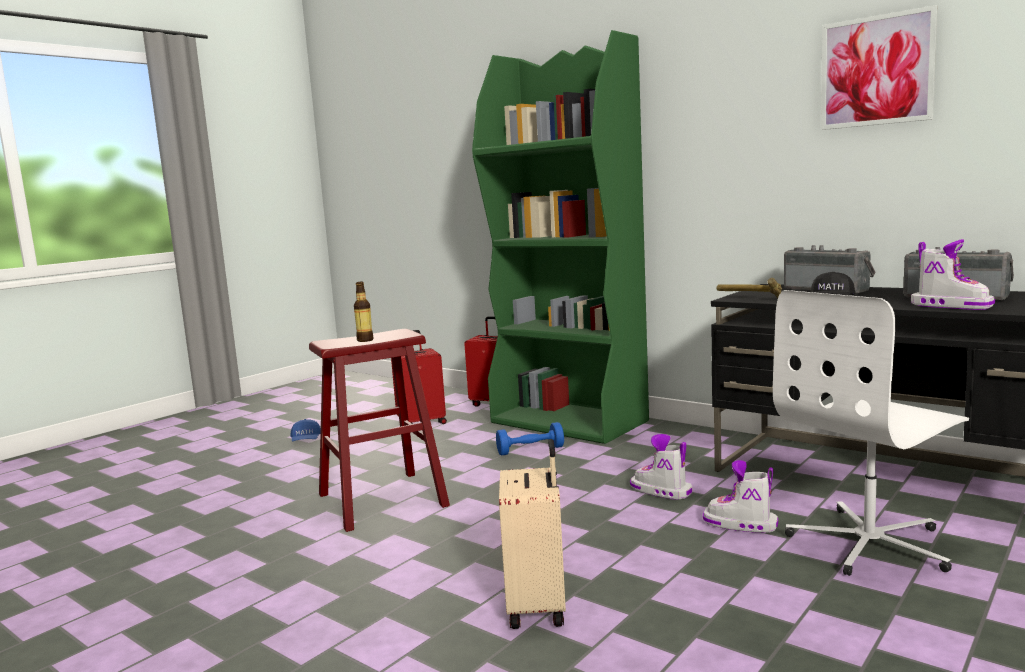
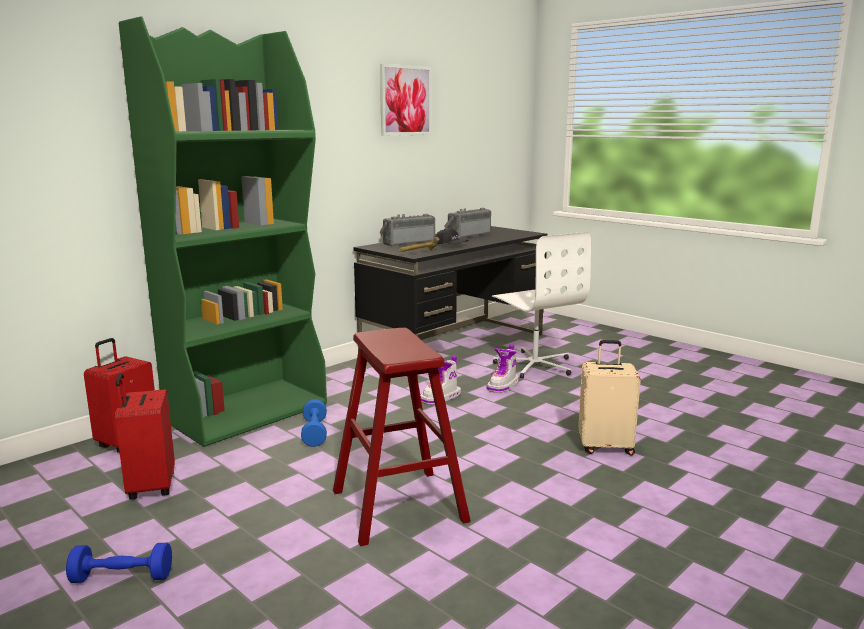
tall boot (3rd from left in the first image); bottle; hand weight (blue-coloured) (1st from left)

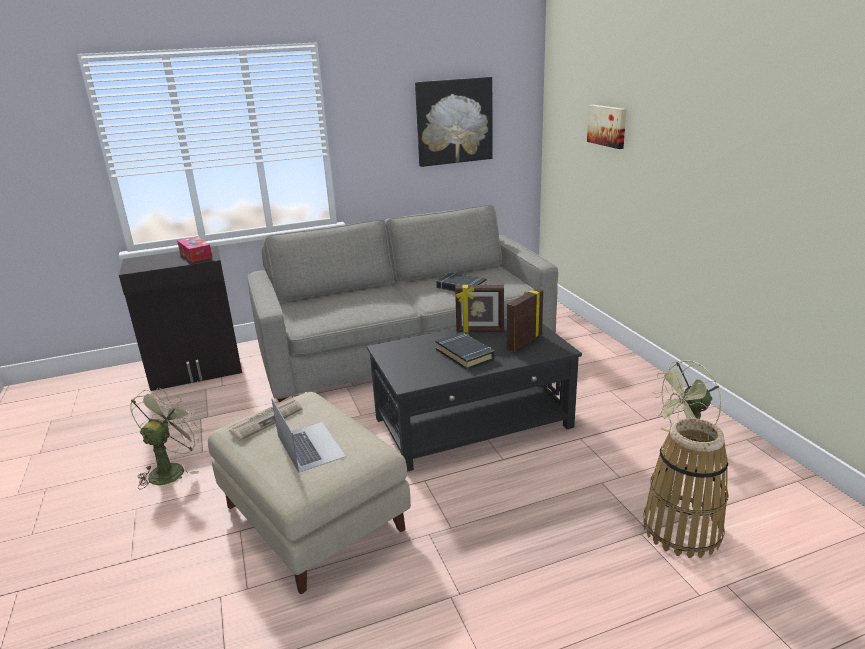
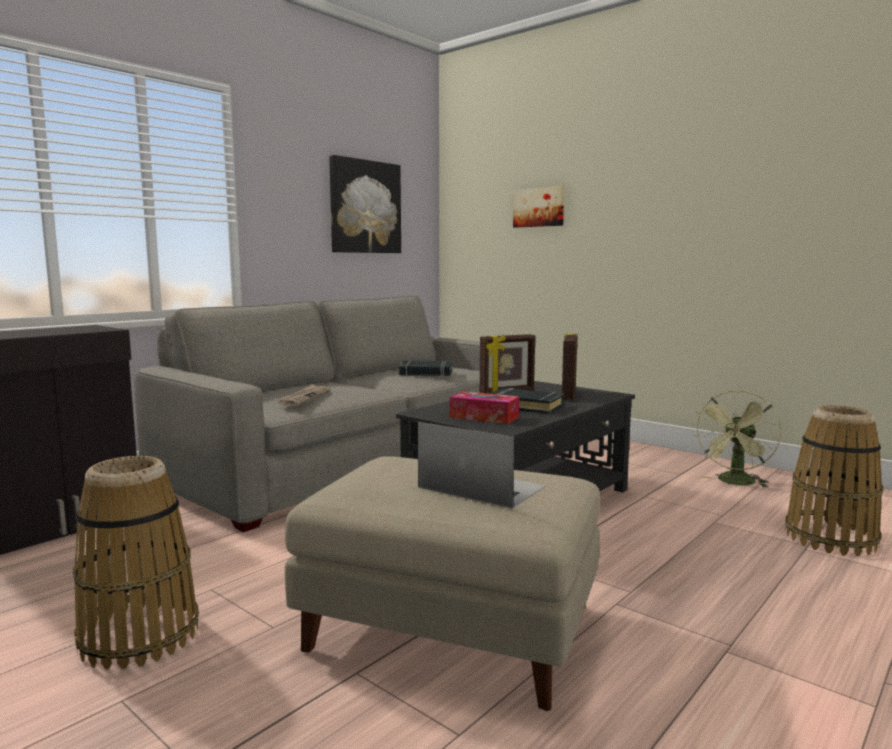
tissue box; basket (1st from left); printed paper

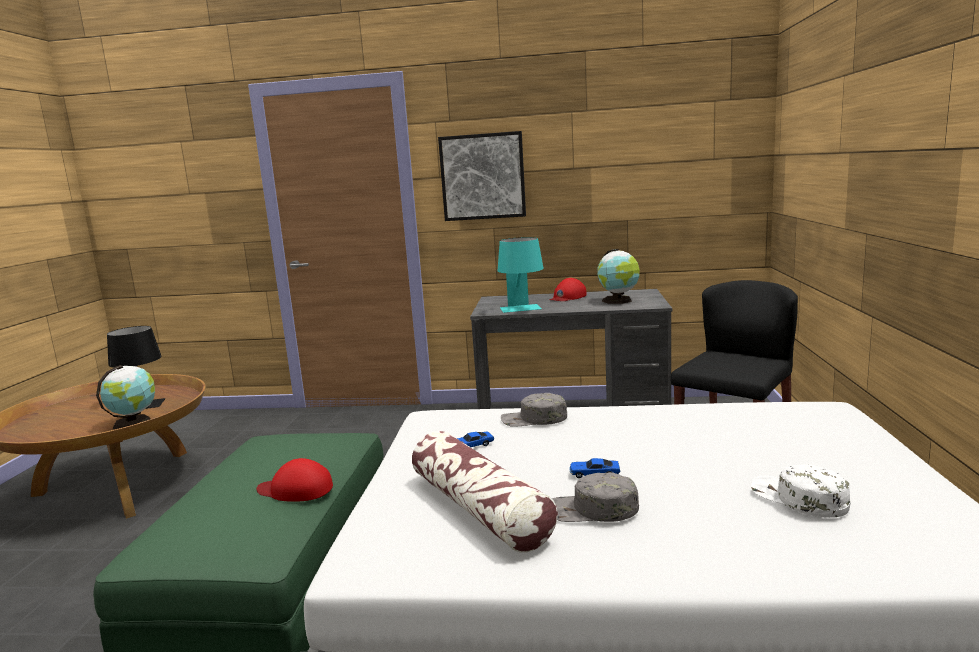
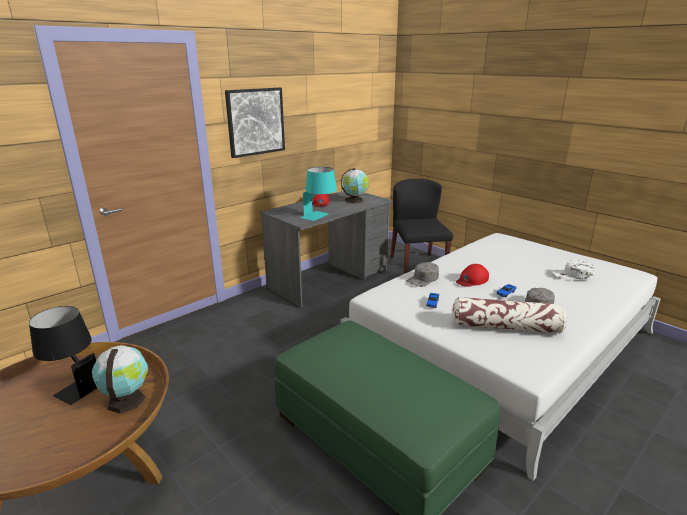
cap (red-coloured) (2nd from left)

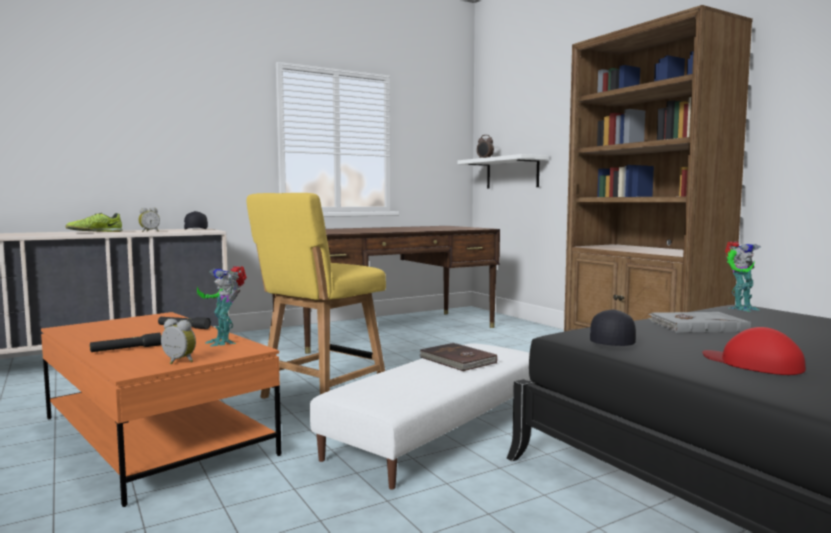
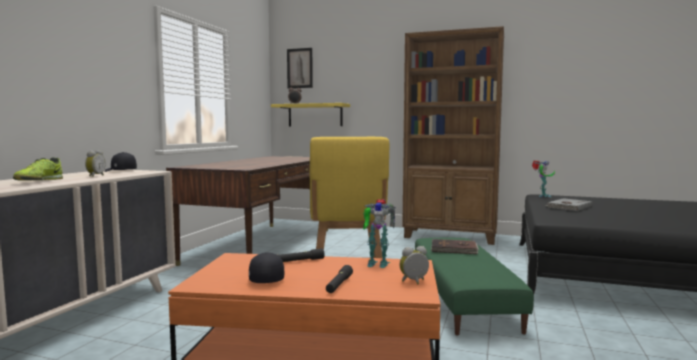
shelf (yellow); cap (black-coloured) (2nd from left); cap (red-coloured); ottoman (green-coloured); wall picture

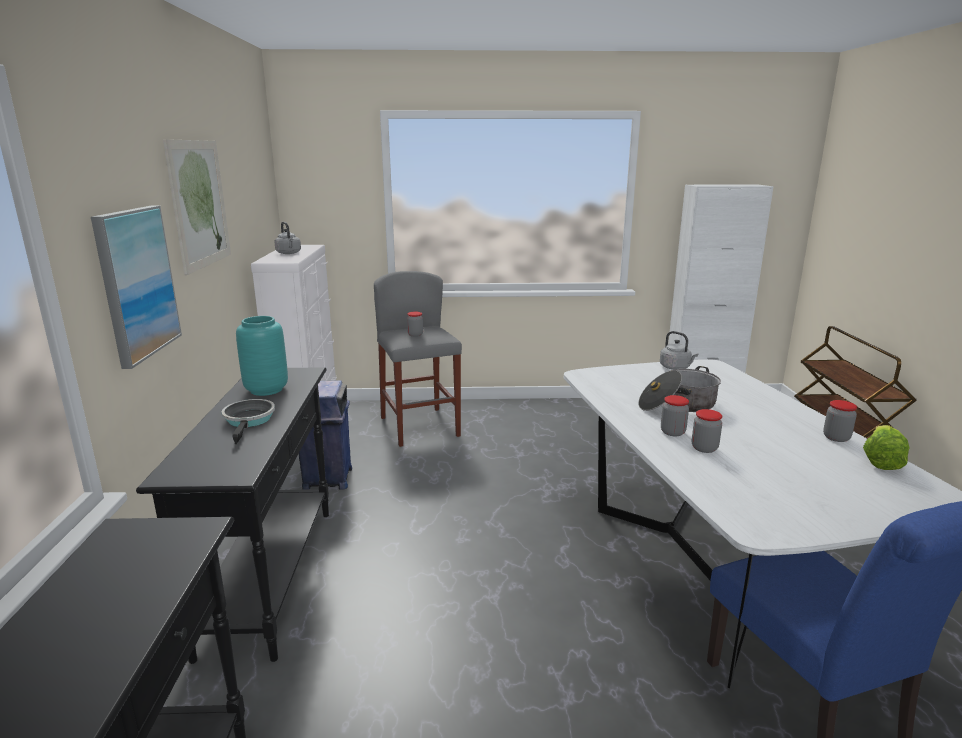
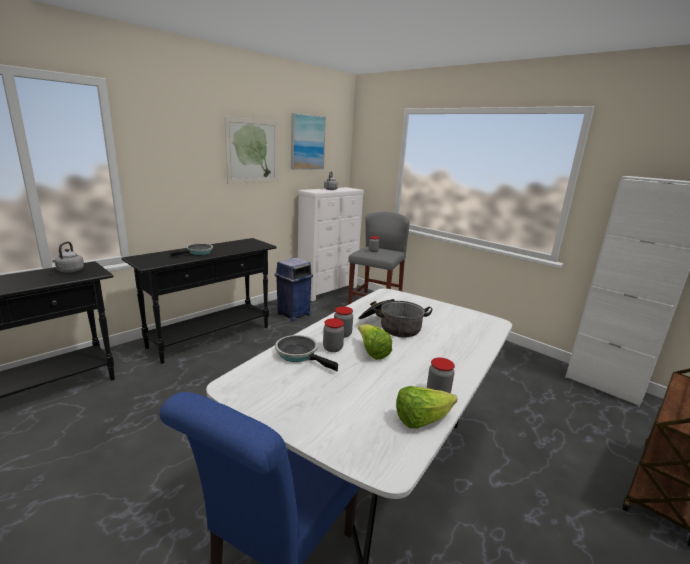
wall picture (2nd from left); vase (blue-green); water kettle (greyish) (1st from left); head of lettuce (1st from left); skillet (2nd from left)

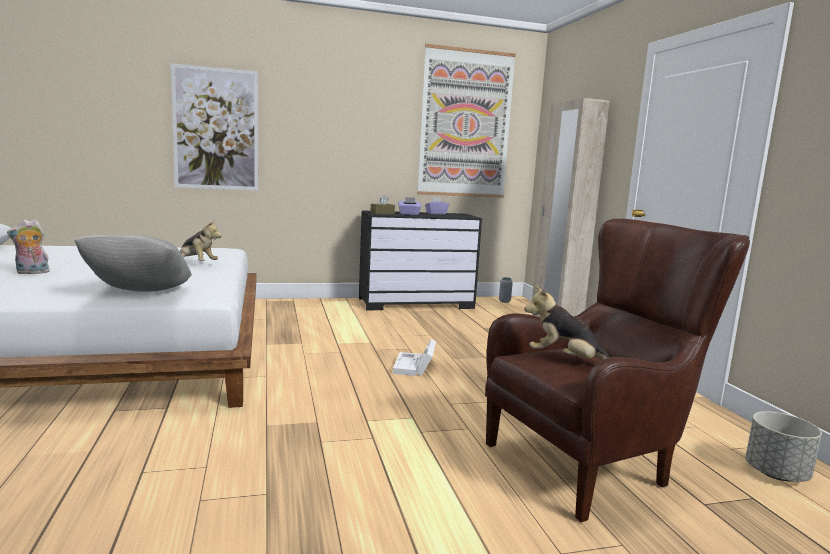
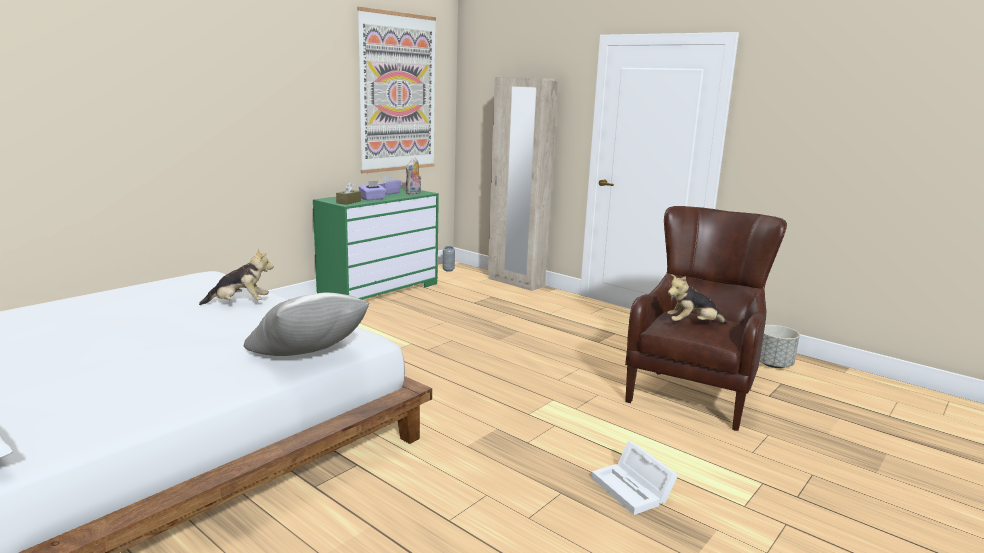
wall picture (1st from left in the first image); dresser (green-coloured); plush toy (2nd from left); storage box (whitish)

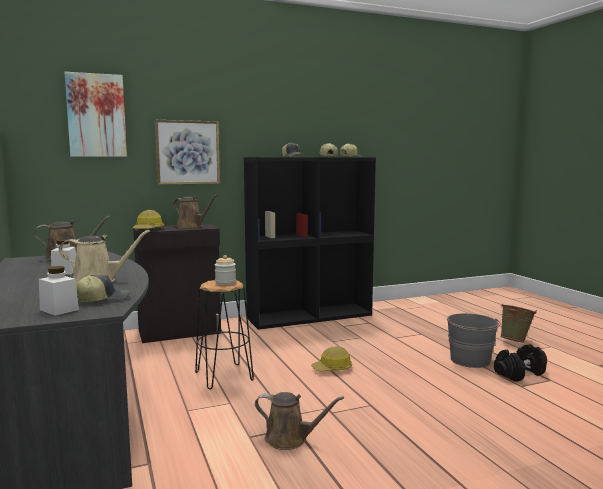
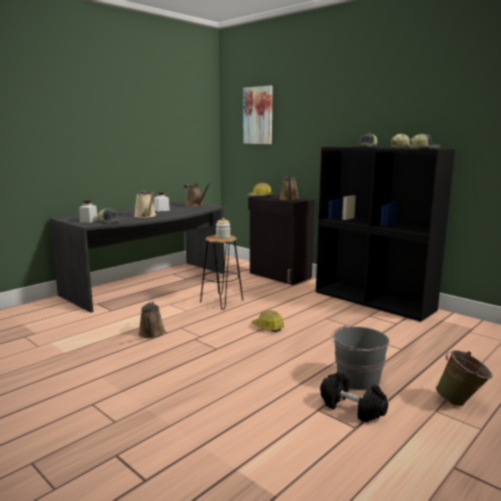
wall picture (2nd from left in the first image)

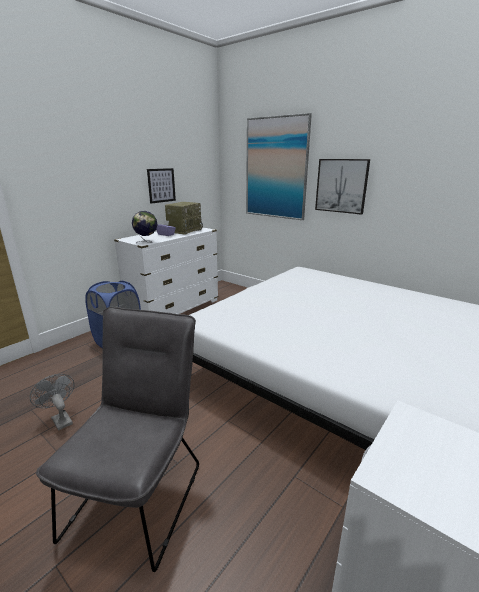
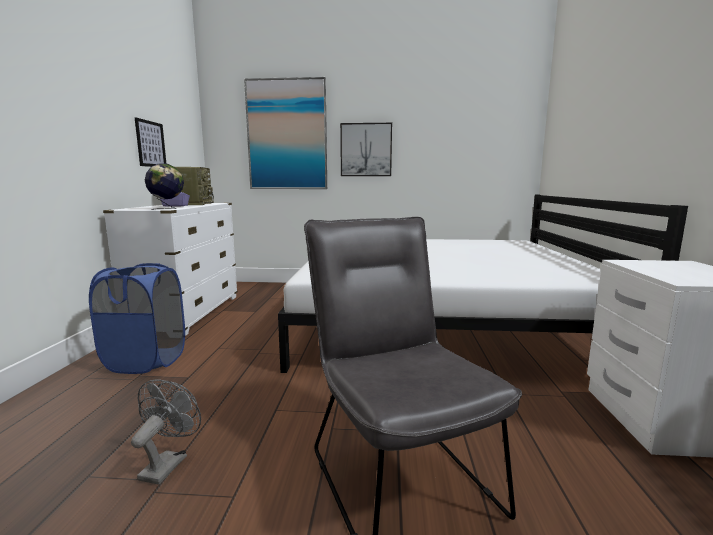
fan (greyish)

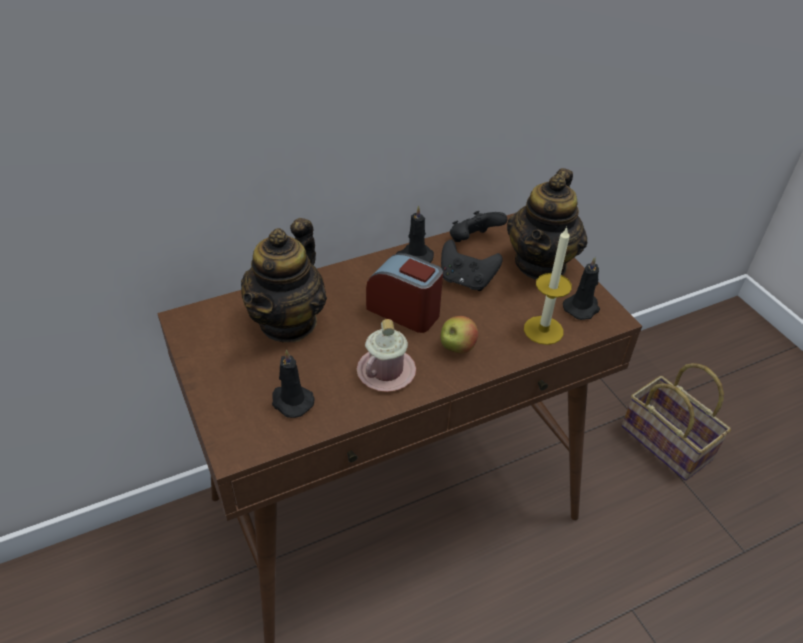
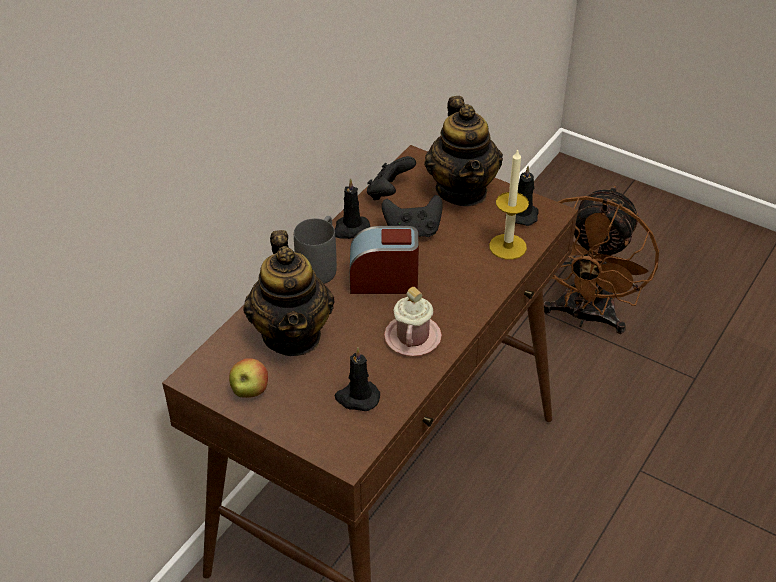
apple; fan (brownish); tea mug (greyish)

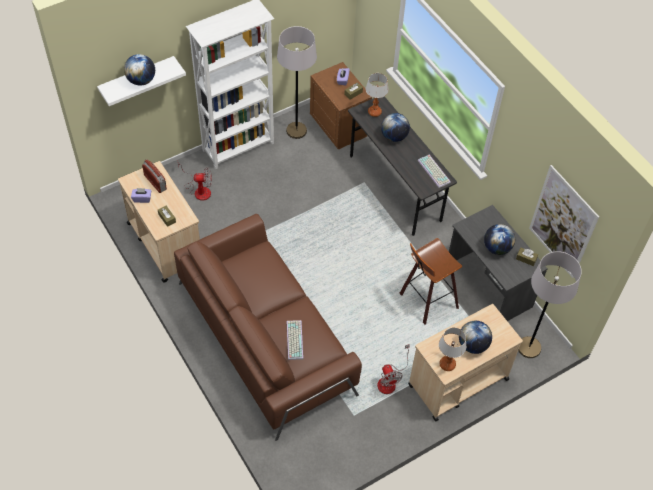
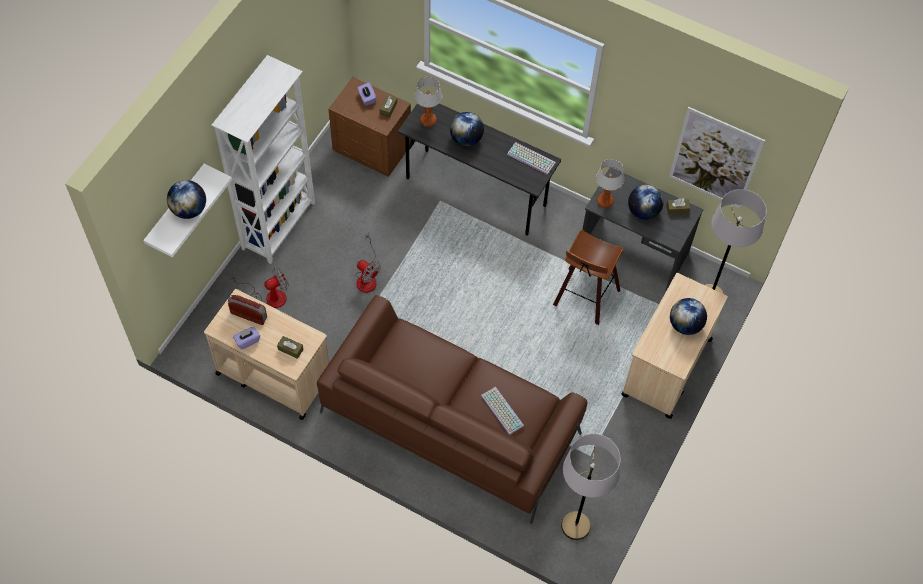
standing lamp (greyish) (1st from left); lamp for a table (2nd from left); fan (2nd from left)

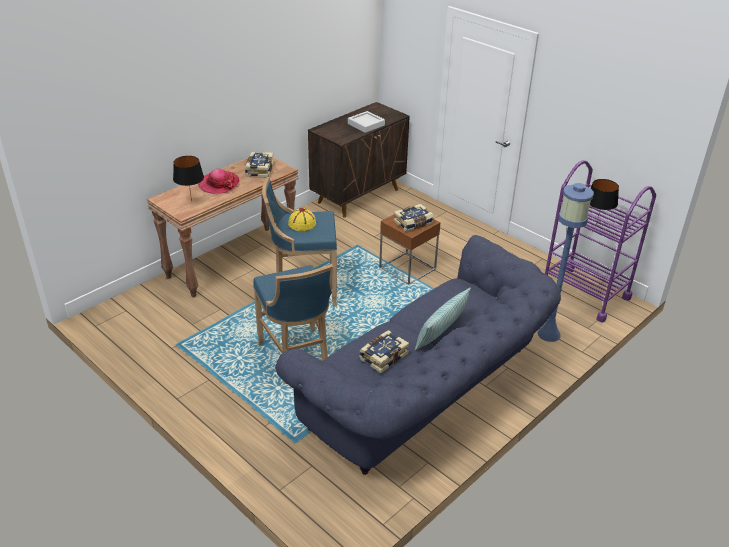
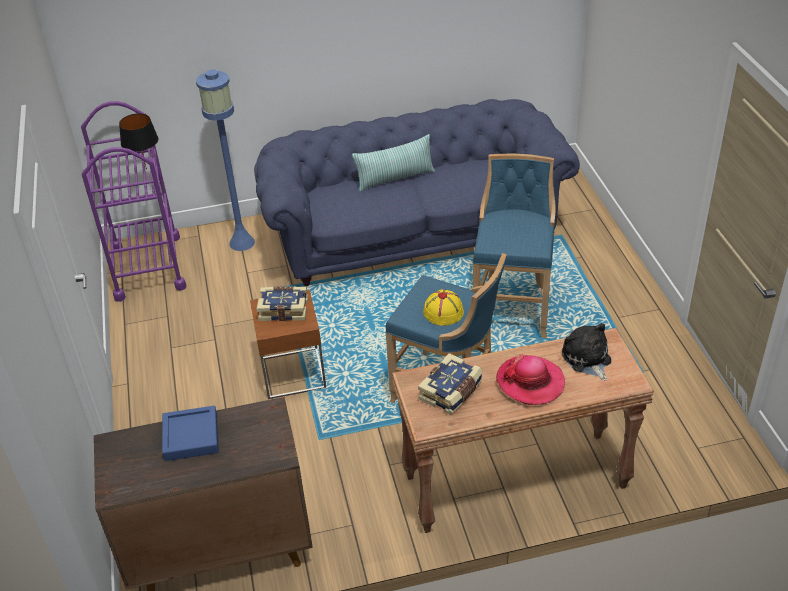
serving tray (blue-coloured); plush toy; bound book (2nd from left in the first image)

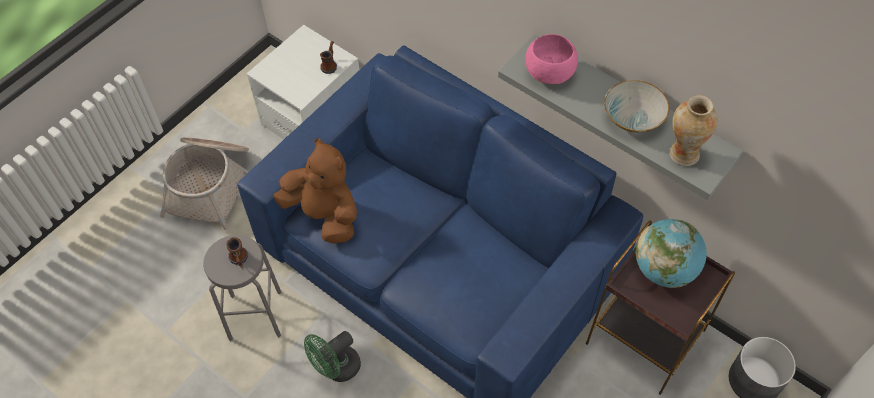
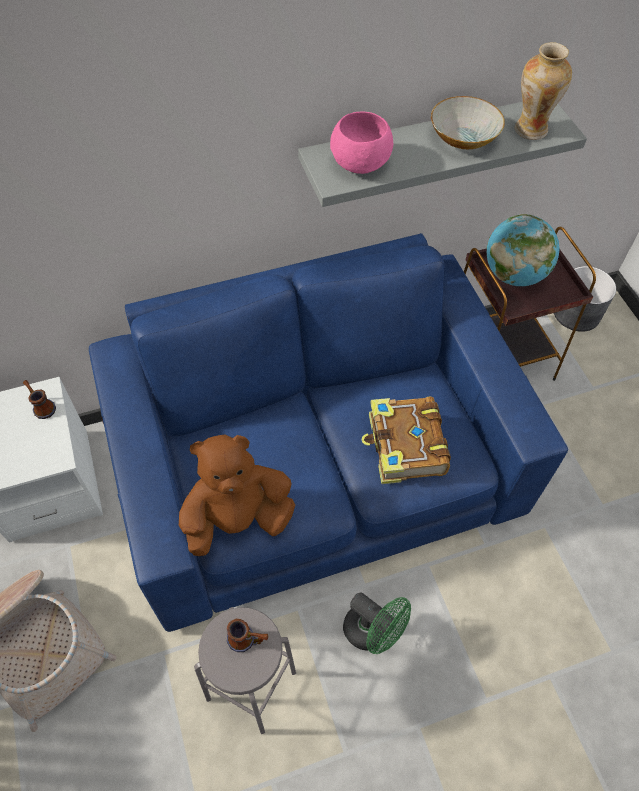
fan (green-coloured); bound book

